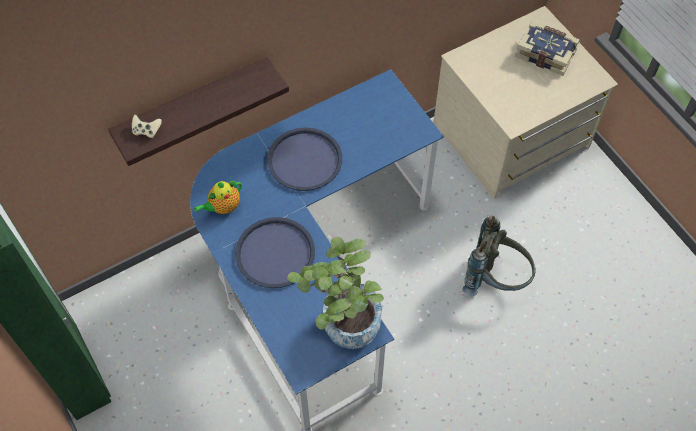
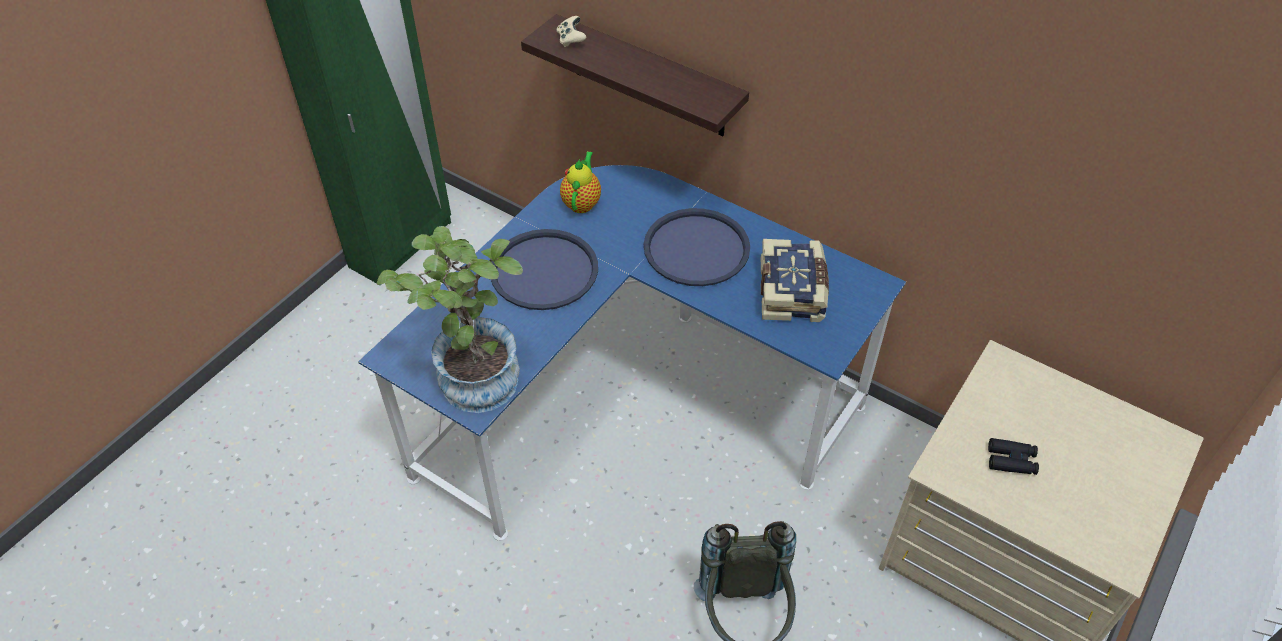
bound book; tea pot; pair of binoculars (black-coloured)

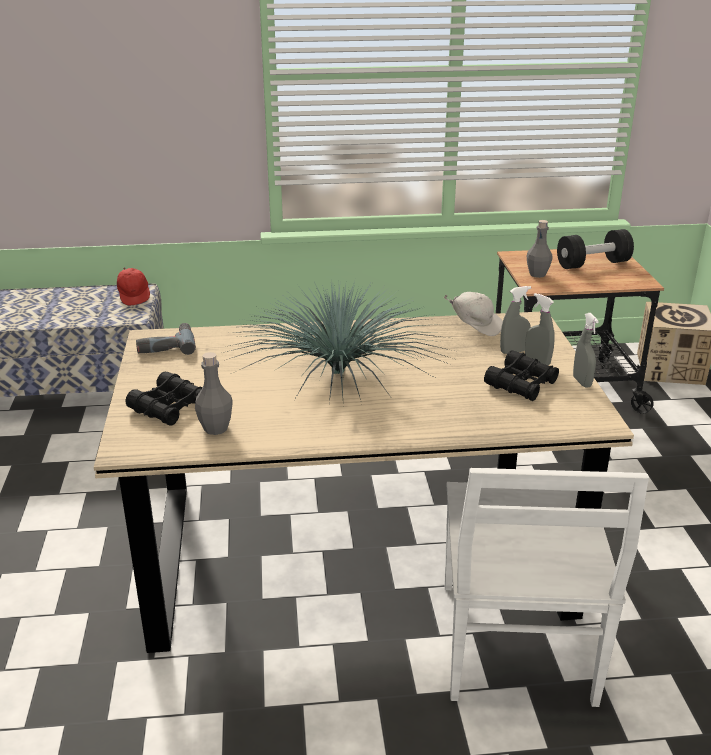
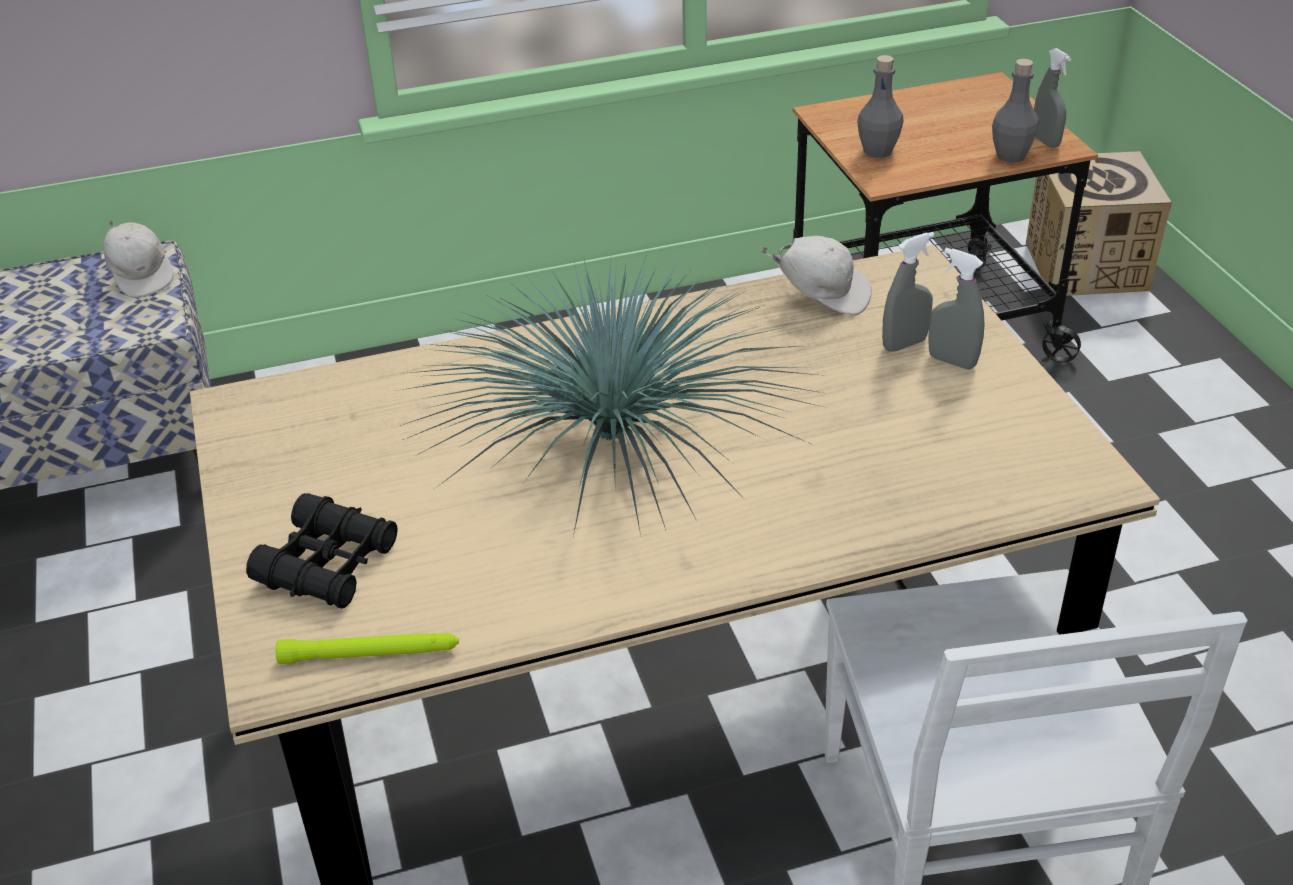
hand weight (black-coloured); cap (whitish) (1st from left); hand sprayer (greyish) (3rd from left); power drill; pair of binoculars (black-coloured) (2nd from left in the first image); bottle (greyish) (2nd from left); flashlight (green-coloured)

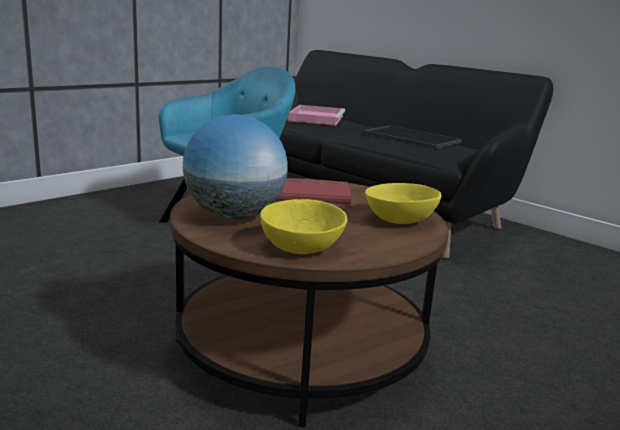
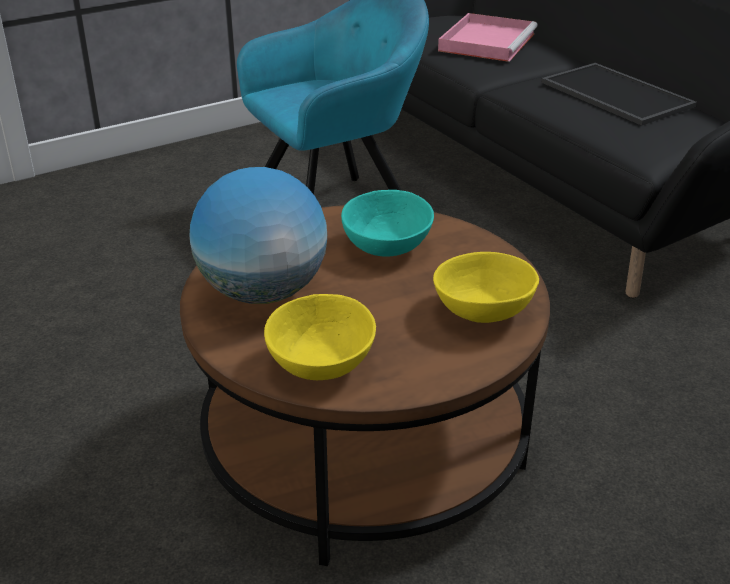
bowl (blue-green)

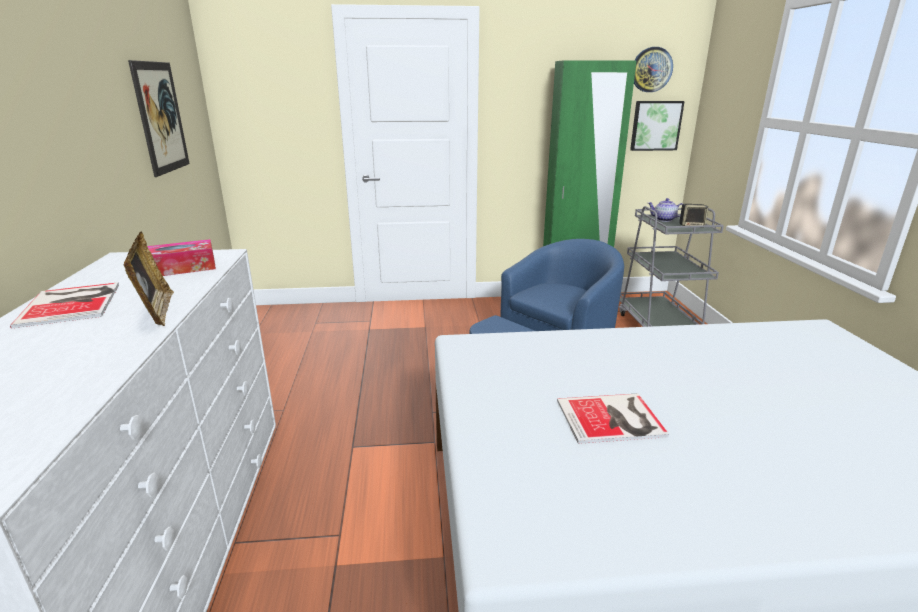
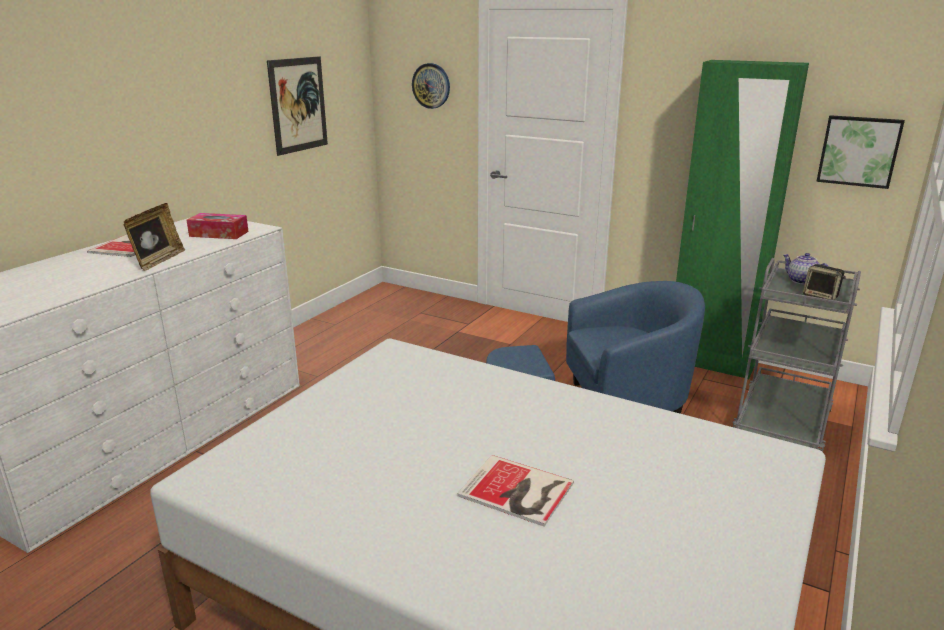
wall clock; bound book (2nd from left)

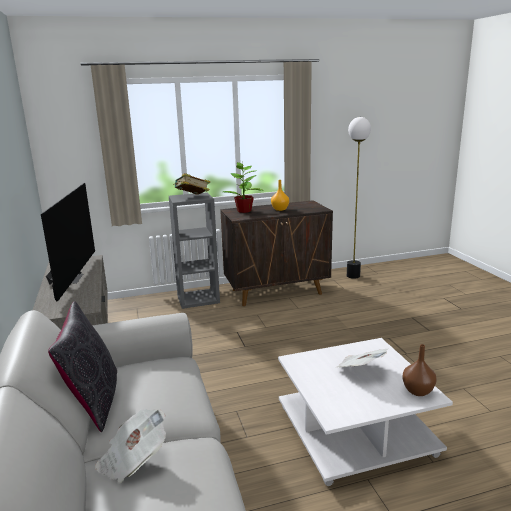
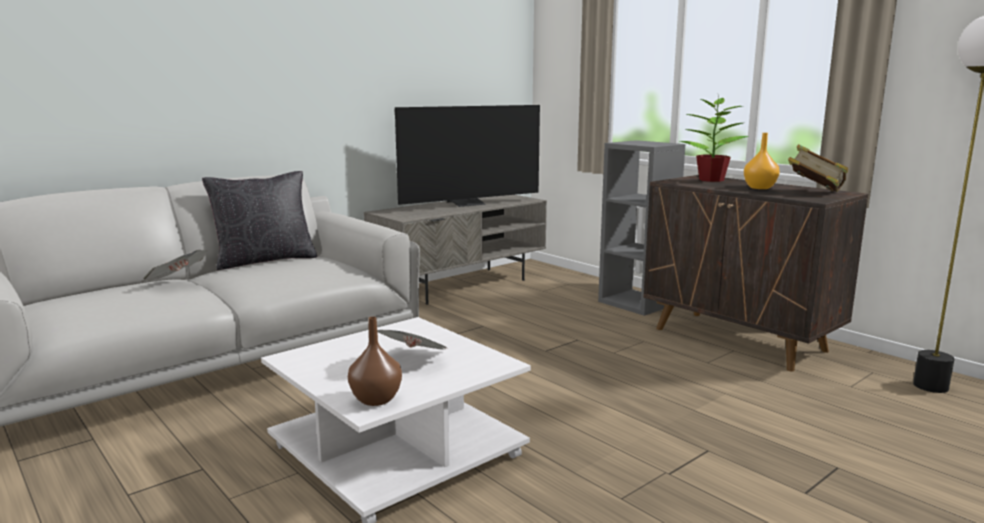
bound book

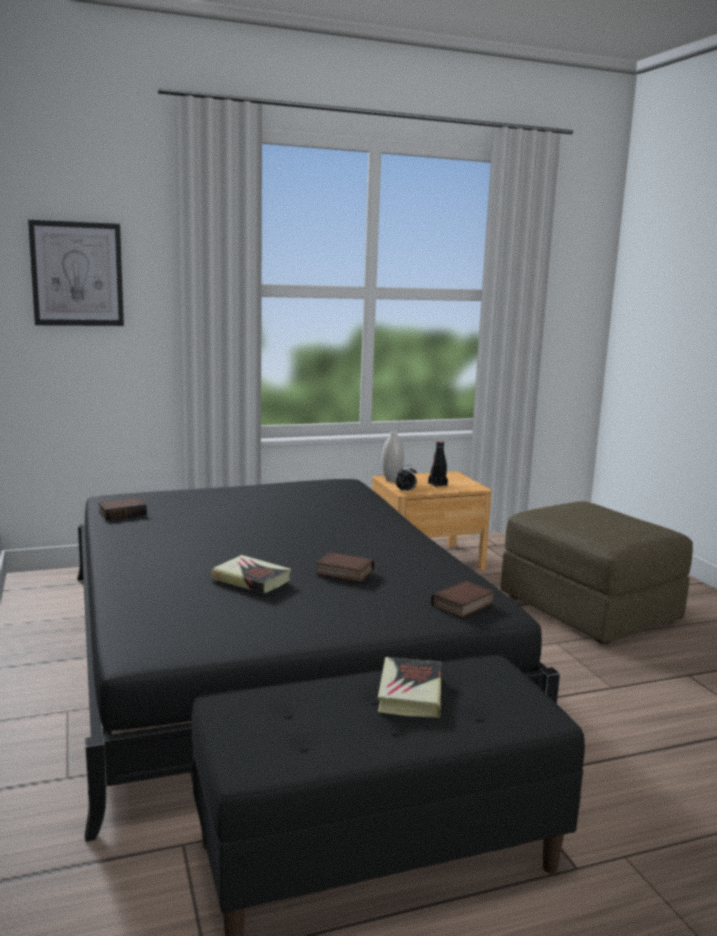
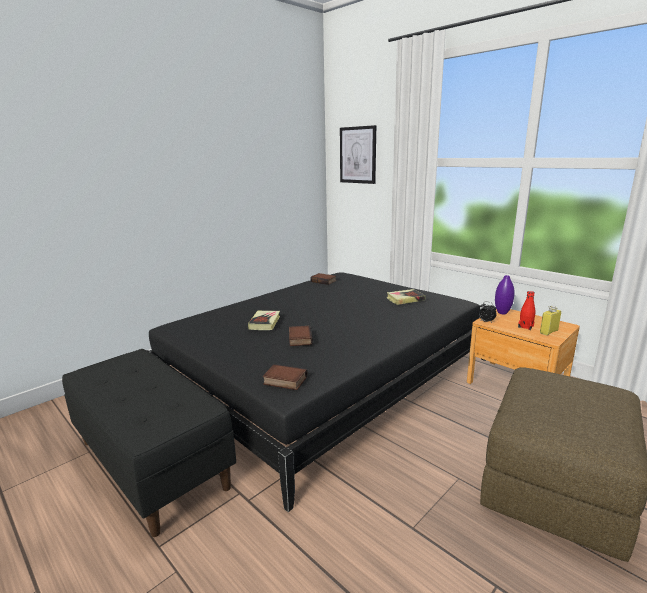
vase (purple-coloured); bottle (red-coloured); bound book (5th from left); bottle (yellow)

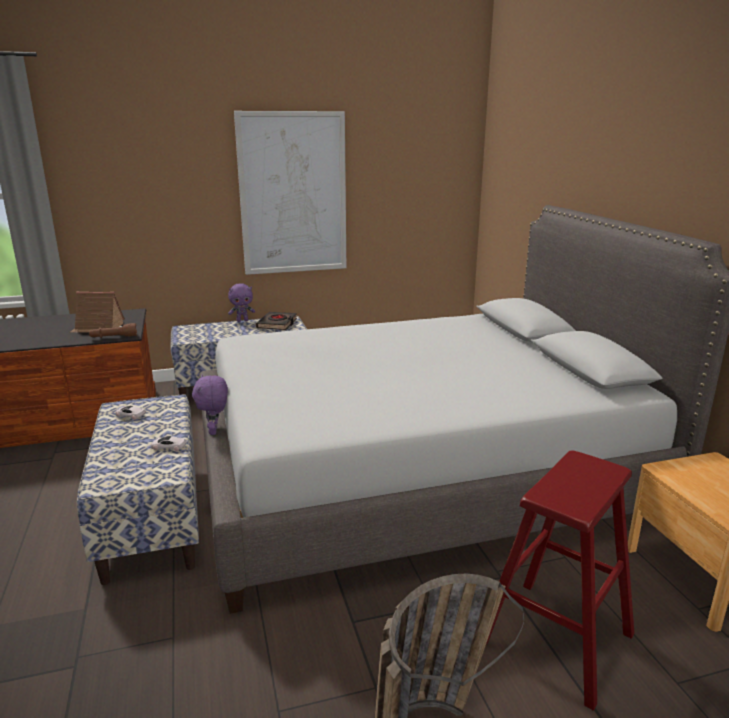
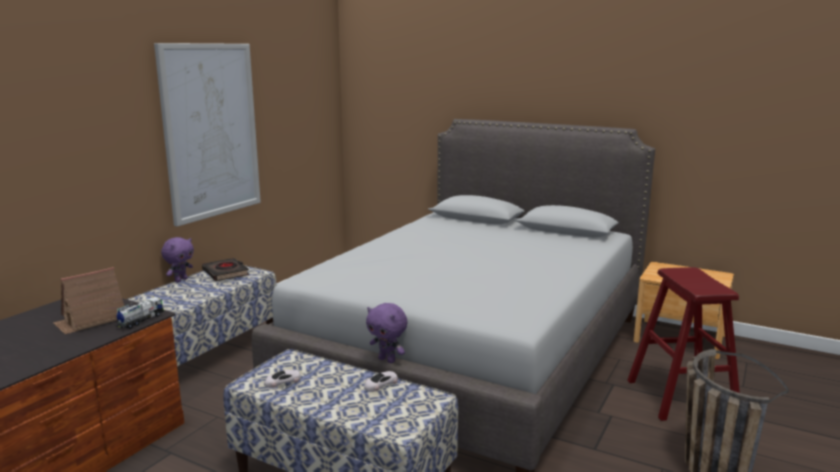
model truck

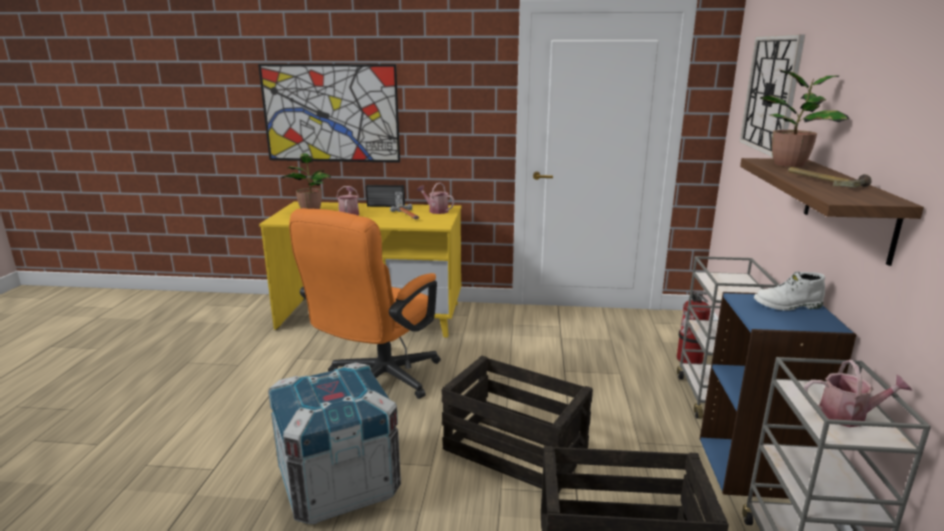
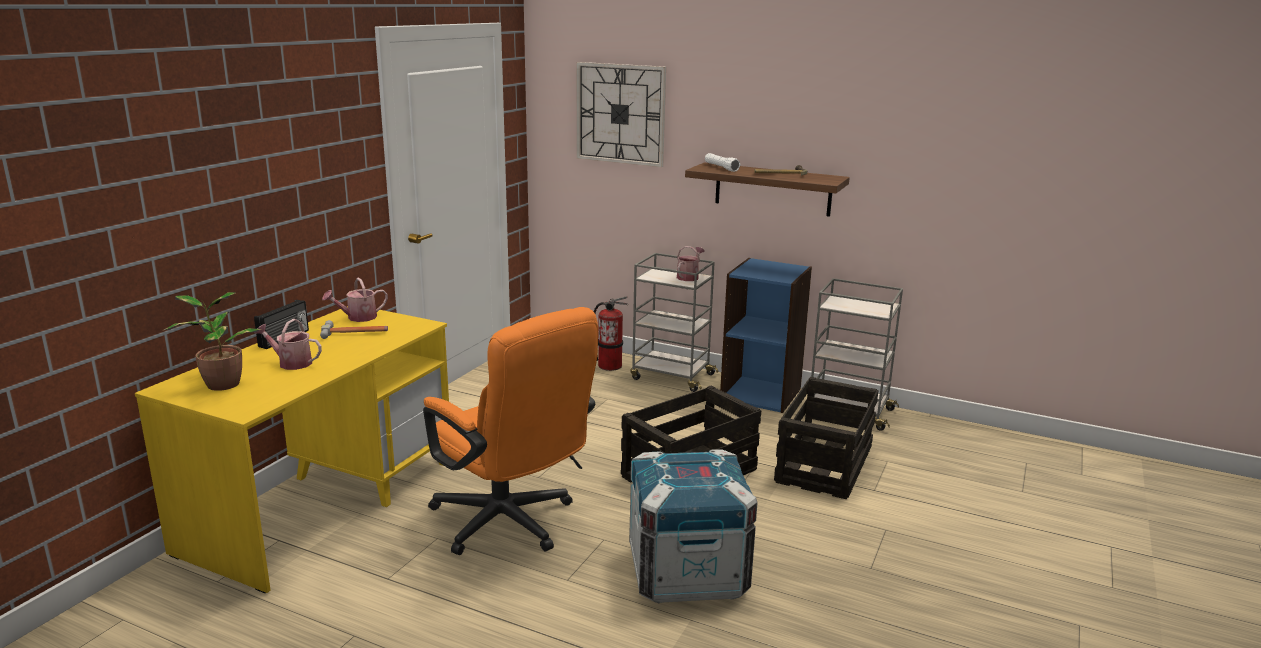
wall picture; flashlight (whitish); tall boot (whitish); sprinkling can (3rd from left)

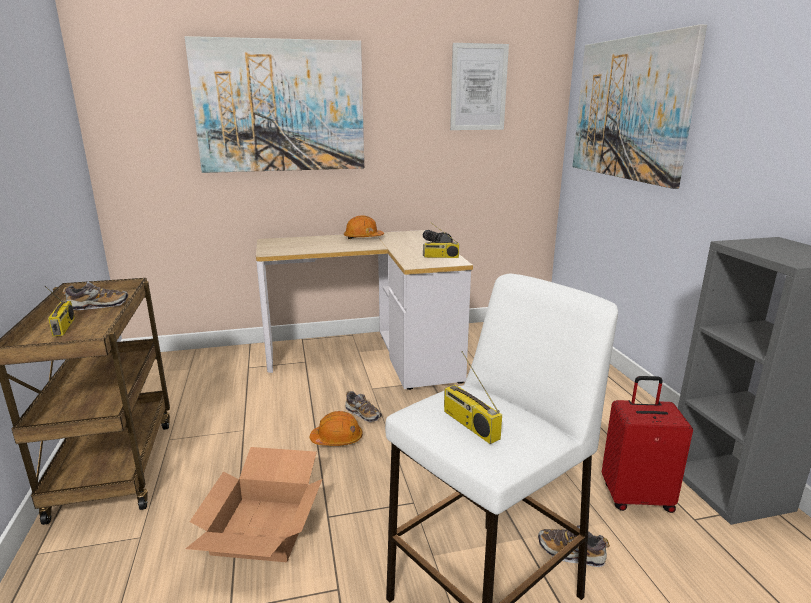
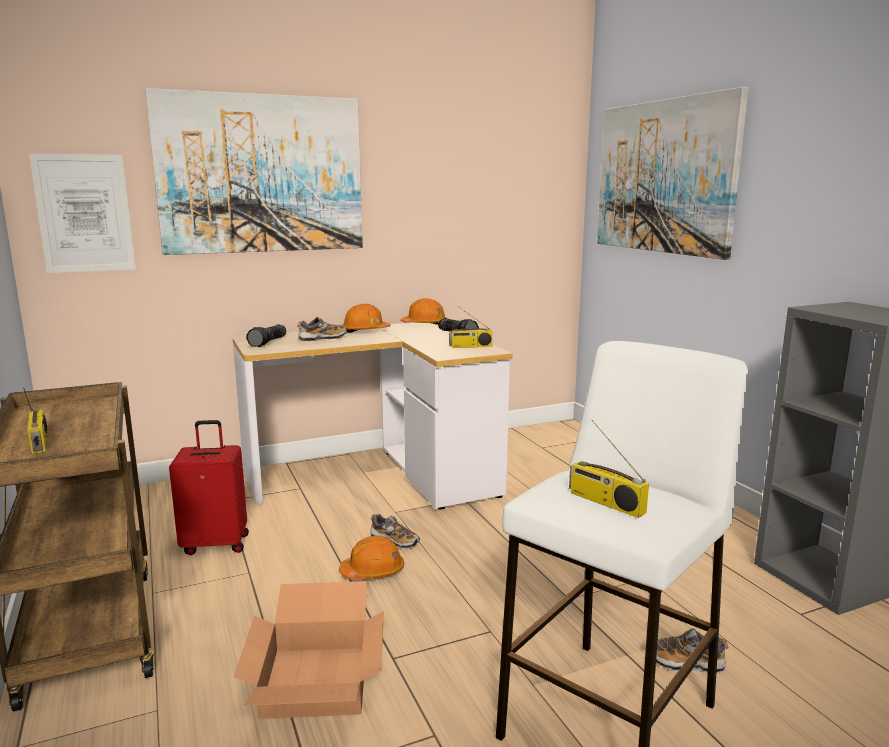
wall picture (1st from left); item of footwear (1st from left); travel case (red-coloured); work helmet (orangey) (3rd from left); flashlight (1st from left)

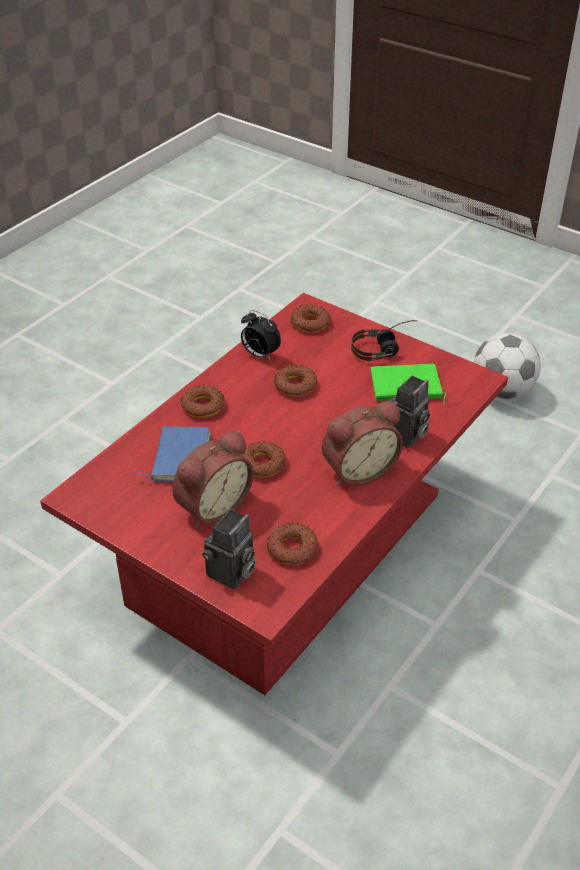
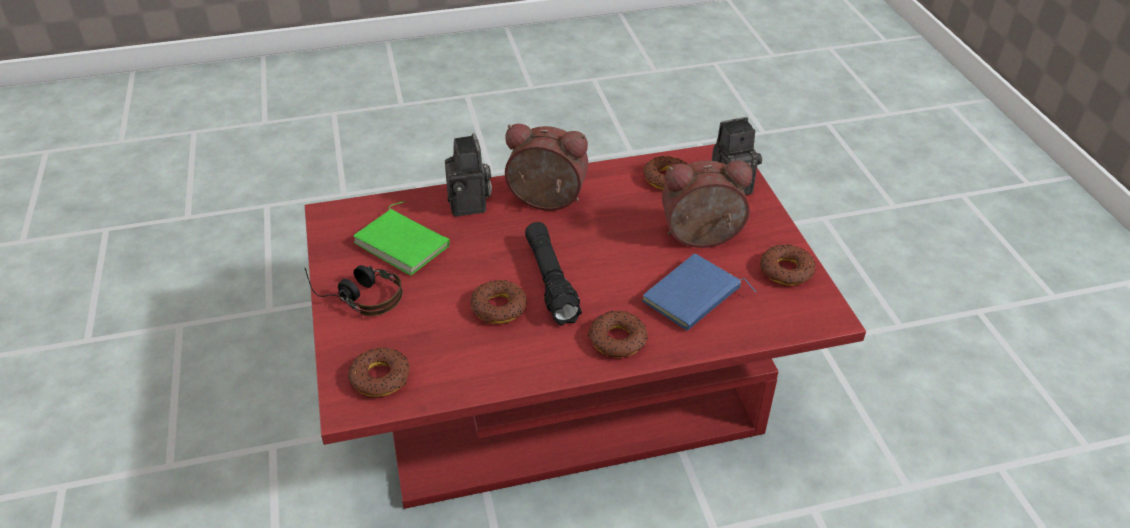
bedside clock (2nd from left in the first image); football; photo camera (1st from left); doughnut (5th from left); flashlight (black-coloured)

